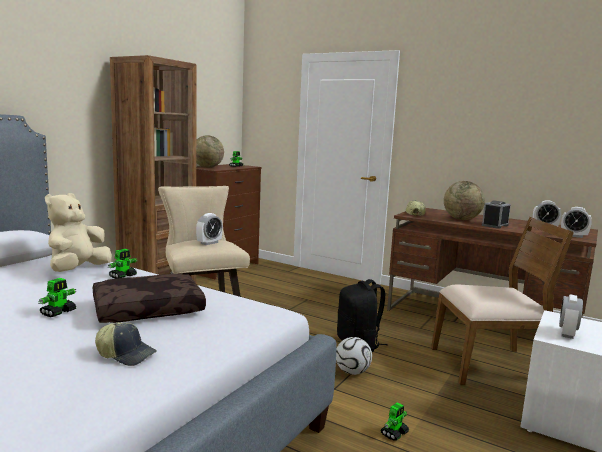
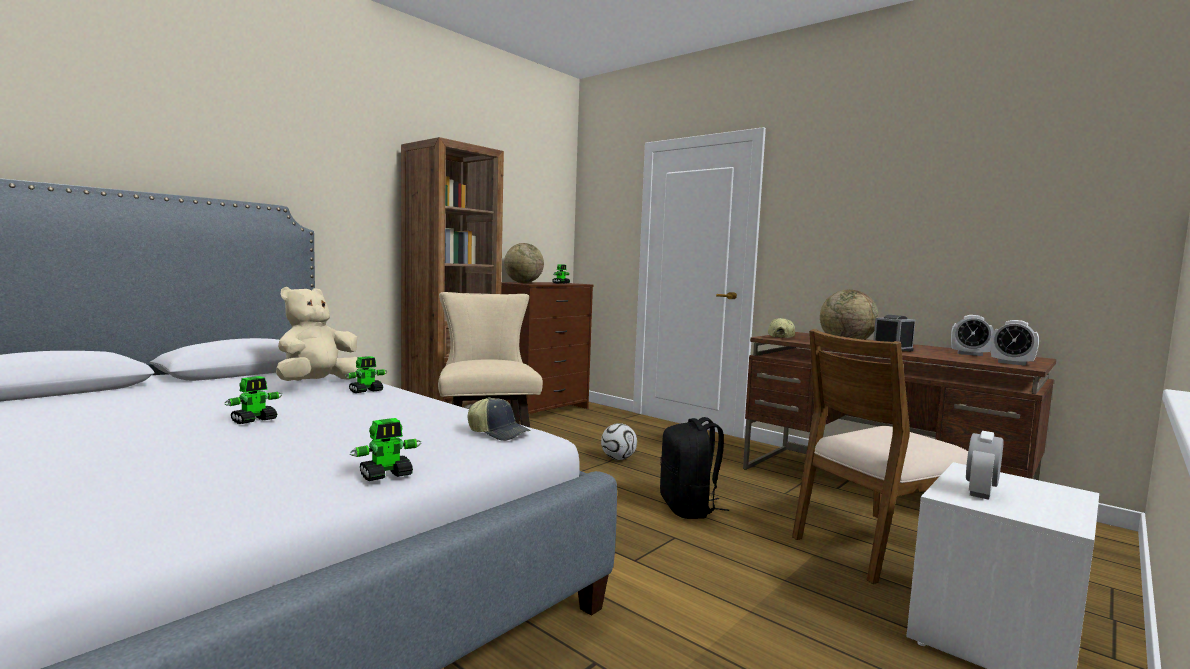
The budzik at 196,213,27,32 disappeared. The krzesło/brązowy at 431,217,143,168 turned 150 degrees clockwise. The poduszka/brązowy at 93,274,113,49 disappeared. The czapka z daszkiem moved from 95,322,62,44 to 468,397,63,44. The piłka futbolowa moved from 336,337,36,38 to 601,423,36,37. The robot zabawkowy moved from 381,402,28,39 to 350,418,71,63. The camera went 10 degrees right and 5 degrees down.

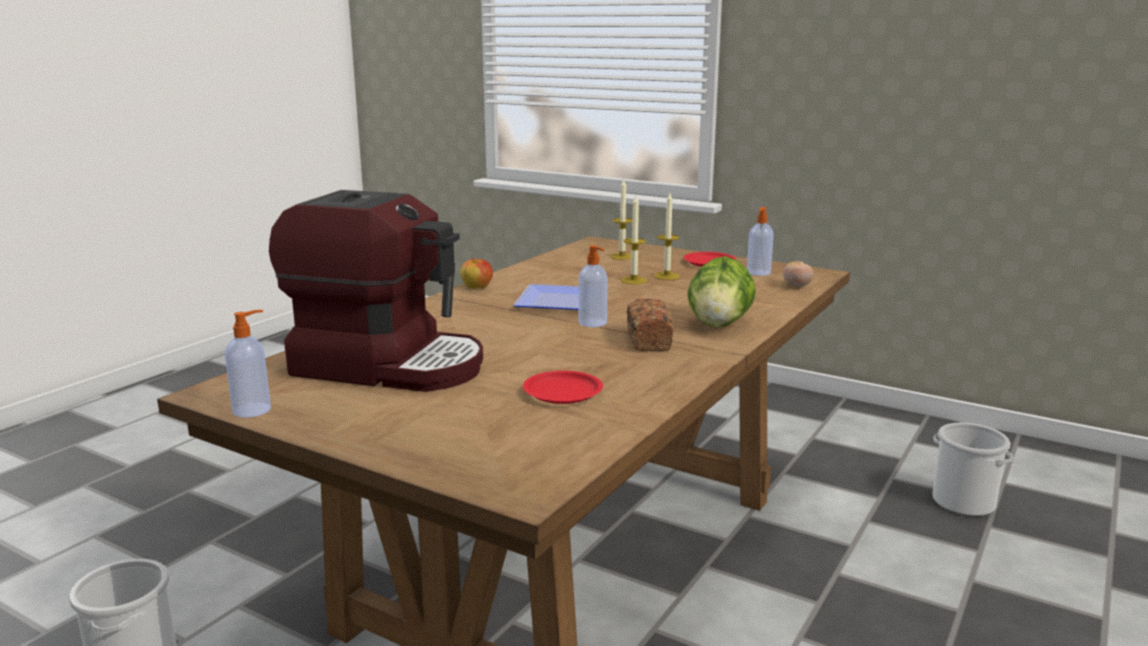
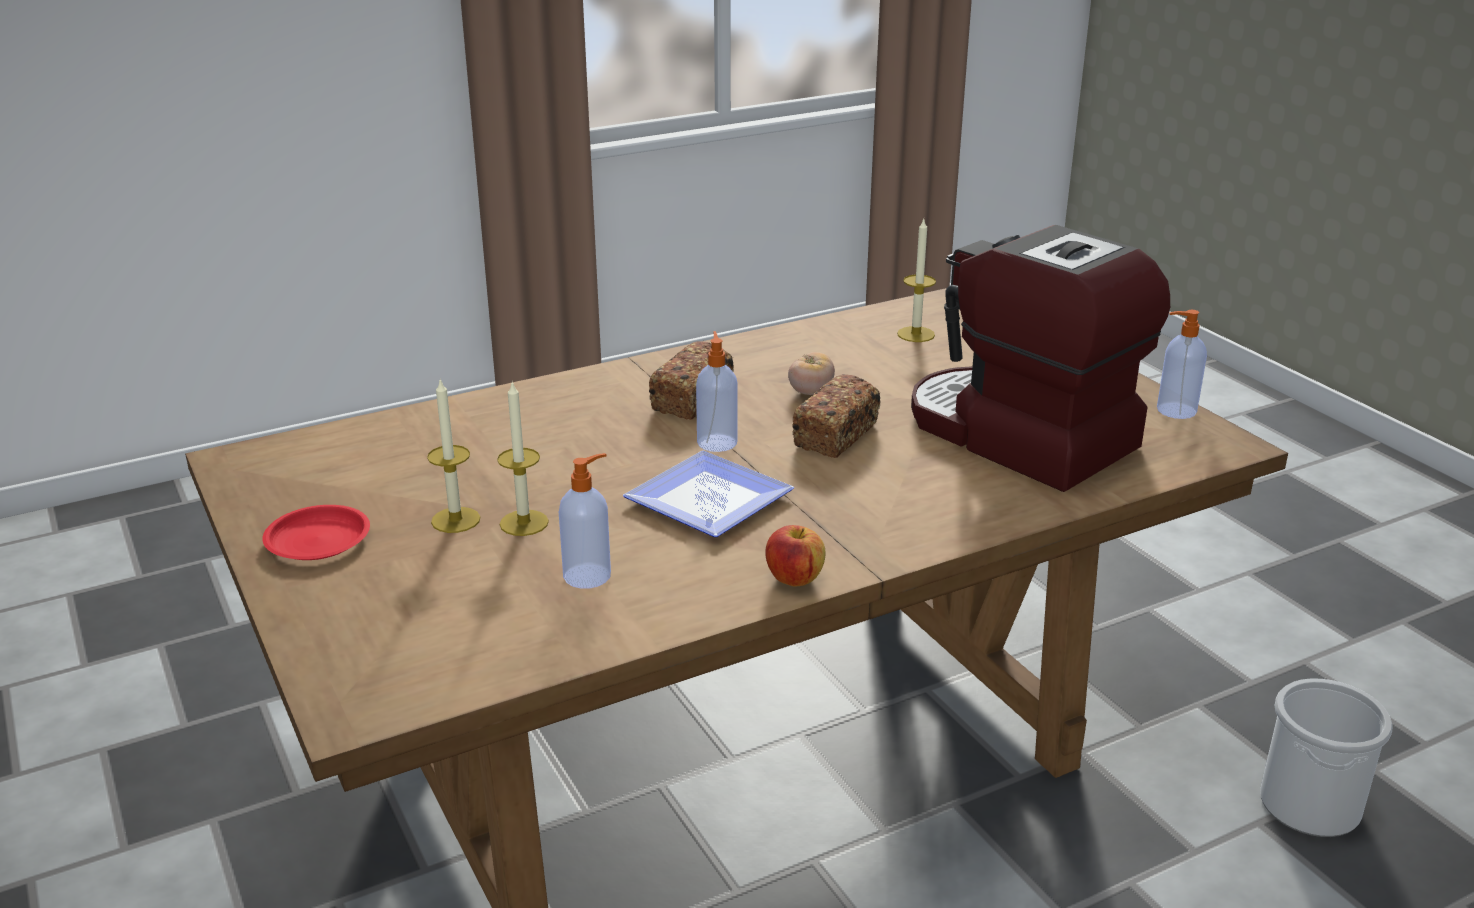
The świeca moved from 610,180,23,80 to 897,219,39,123. The dozownik mydła moved from 747,207,27,69 to 559,453,52,136. The sałata at 687,256,69,72 disappeared. The pomidor moved from 783,261,31,26 to 788,352,47,43. The talerz/czerwony at 523,371,80,33 disappeared. The wiadro at 932,423,81,94 disappeared. The chleb at 792,374,89,84 appeared. The camera went 150 degrees left and 10 degrees up.

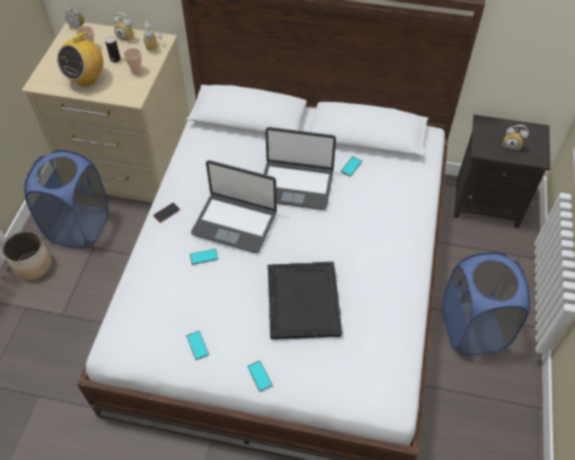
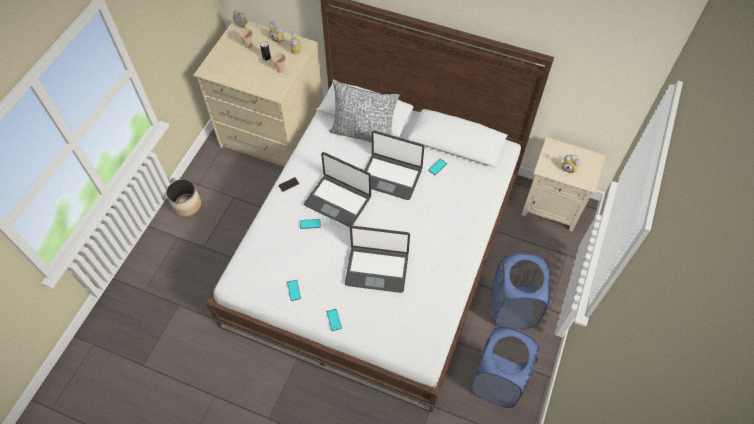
The radio at 57,33,47,53 disappeared. The szafka nocna/czarny at 454,115,97,113 became the szafka nocna/beżowy at 521,137,85,95. The kosz na pranie/niebieski moved from 24,150,84,99 to 471,326,68,82. The taca/czarny at 267,262,75,77 was replaced by the laptop at 345,226,65,67. The poduszka at 329,79,71,63 appeared. The camera went 10 degrees right and 5 degrees up.

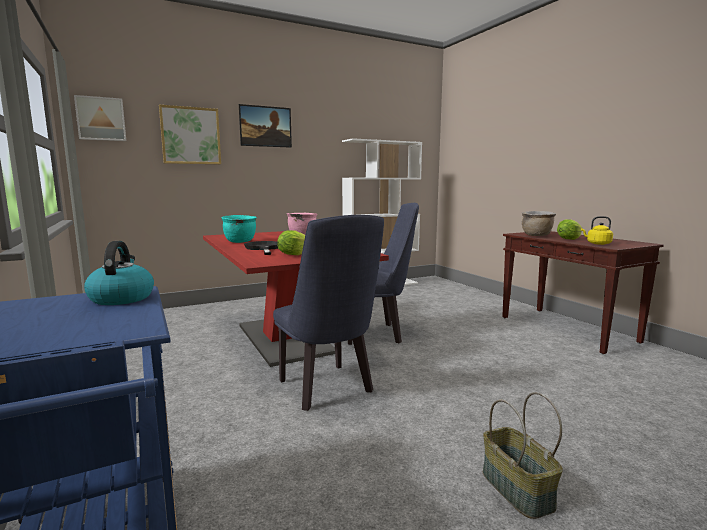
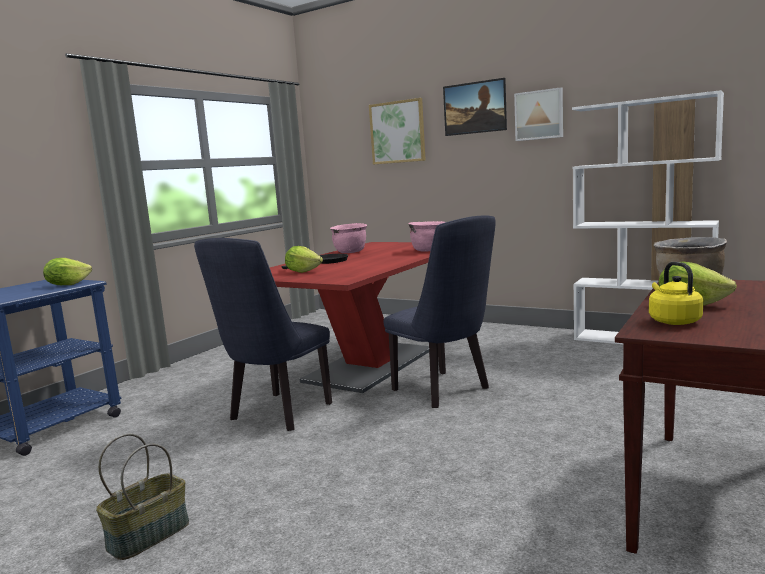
The obraz moved from 74,95,52,46 to 514,87,49,54. The garnek/turkusowy at 221,215,36,28 became the garnek/różowy at 330,223,37,30. The czajnik at 84,241,70,64 was replaced by the sałata at 43,258,49,27. The camera went 60 degrees right and 0 degrees up.

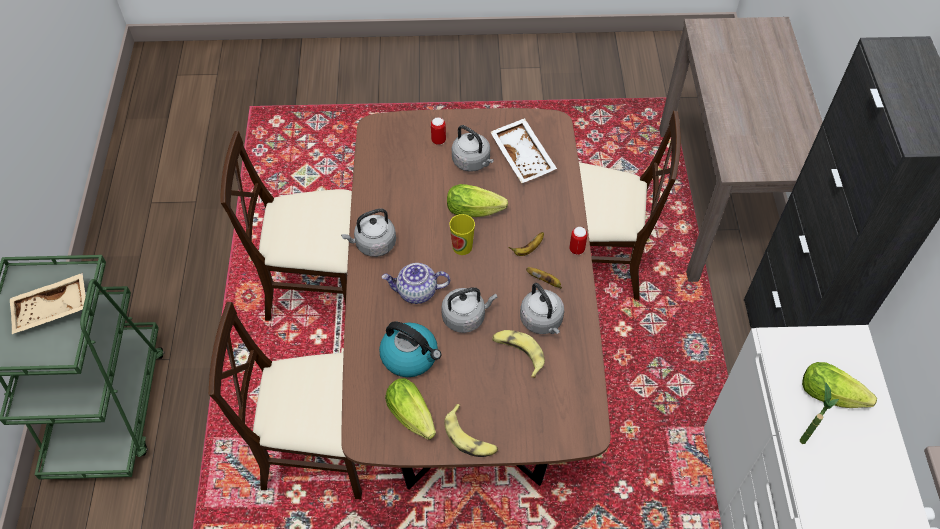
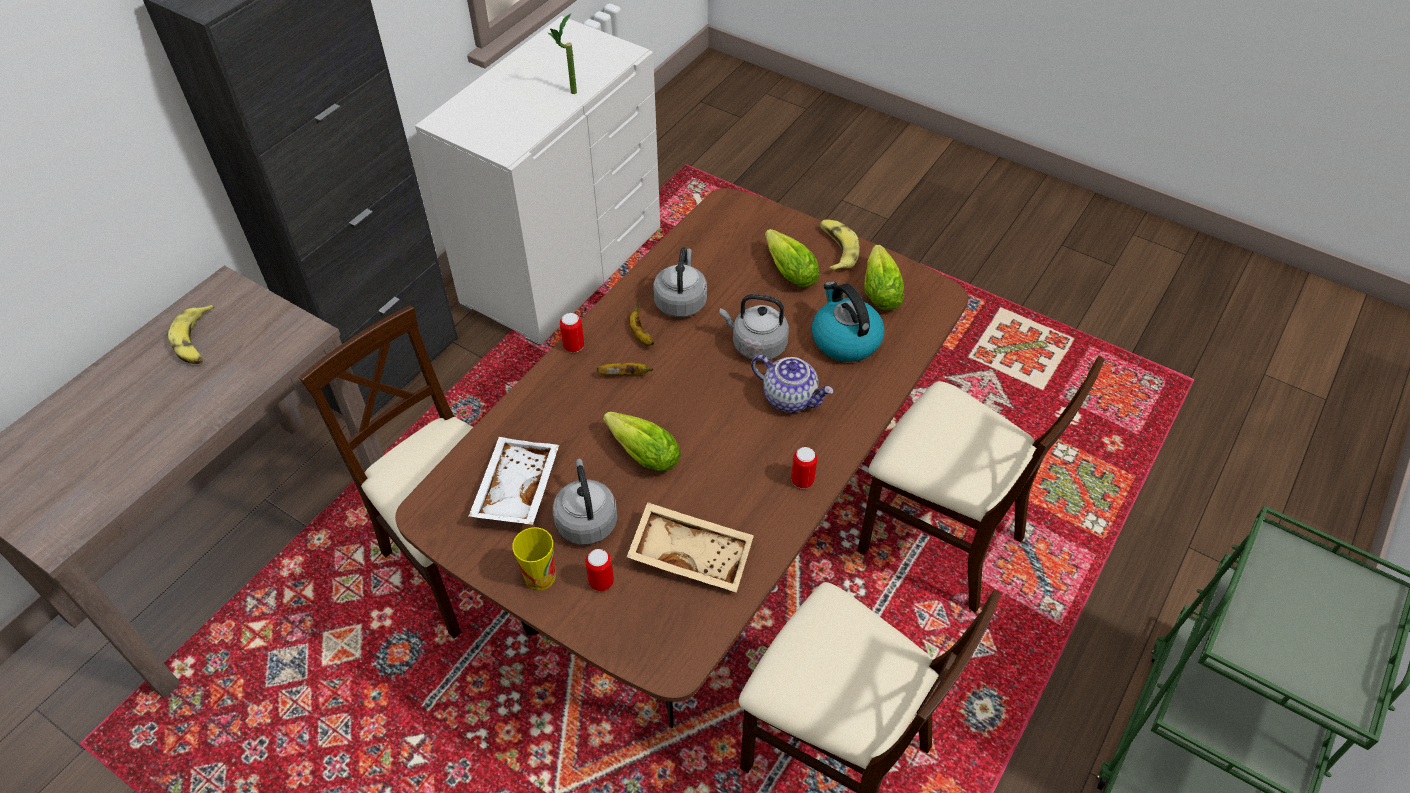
The czajnik/szary at 341,208,55,49 was replaced by the puszka at 791,447,26,42. The filiżanka moved from 449,214,26,41 to 512,527,44,63. The taca/beżowy moved from 10,273,76,61 to 627,502,127,91. The banan moved from 492,330,53,48 to 168,305,47,59. The sałata moved from 802,362,75,46 to 765,229,55,58. The camera went 145 degrees left and 5 degrees down.

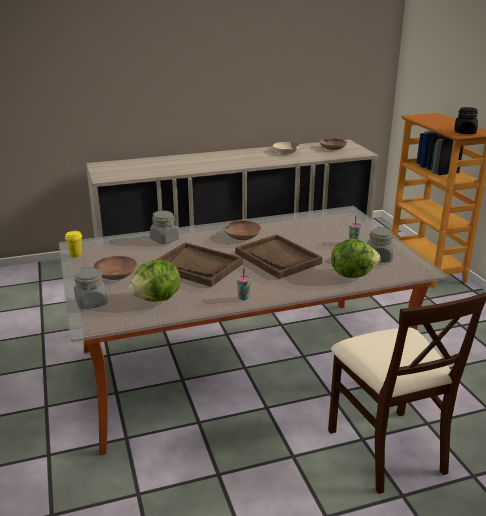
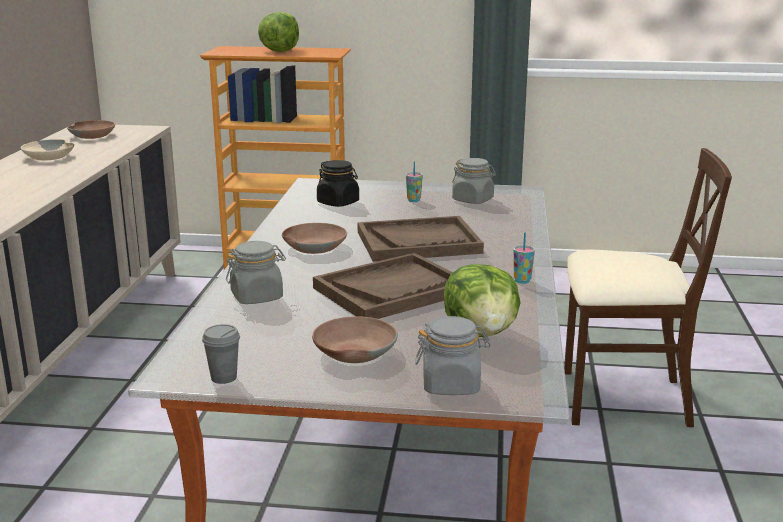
The słoik/czarny moved from 454,107,24,27 to 317,160,42,47. The filiżanka/żółty at 65,231,17,26 became the filiżanka/szary at 202,324,38,60. The sałata moved from 331,239,49,39 to 258,12,41,40. The camera went 65 degrees left and 5 degrees down.

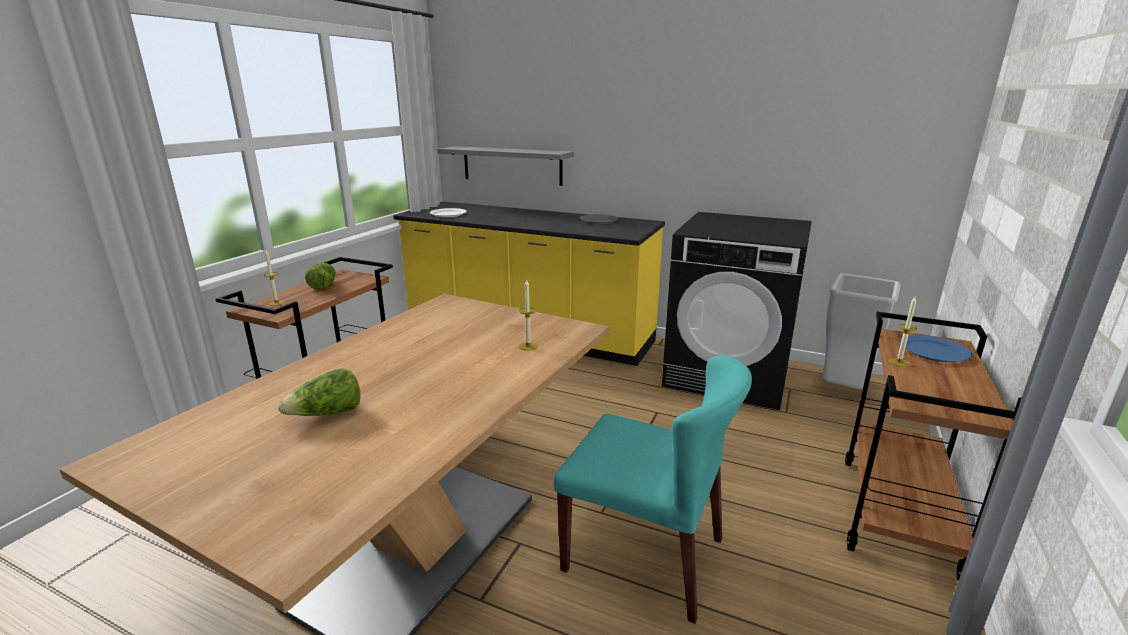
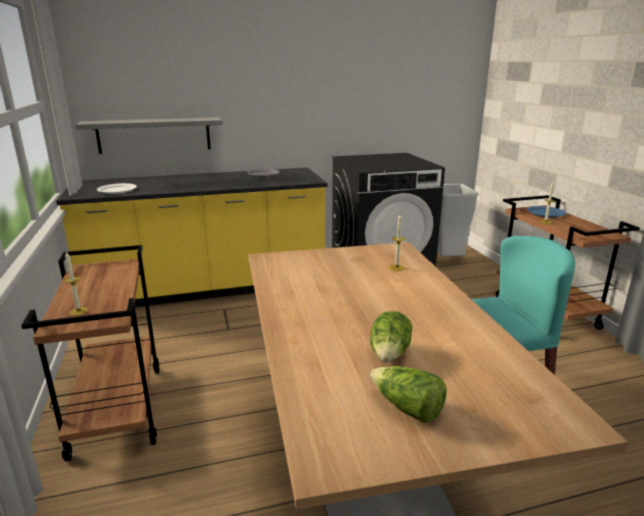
The sałata moved from 305,263,30,27 to 370,366,77,57. The camera went 40 degrees left and 0 degrees up.

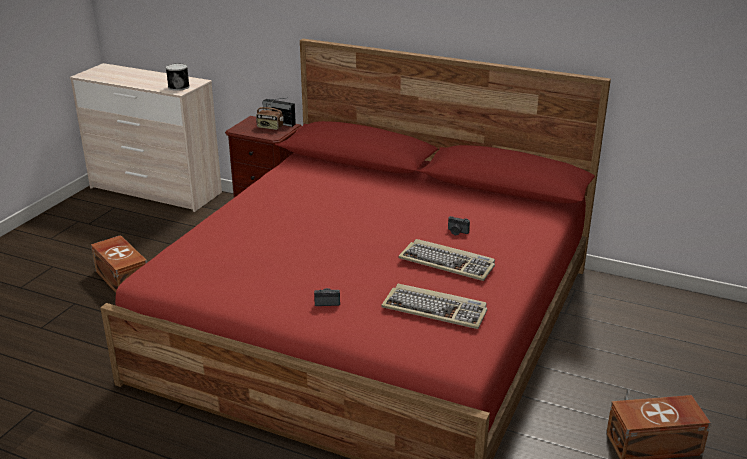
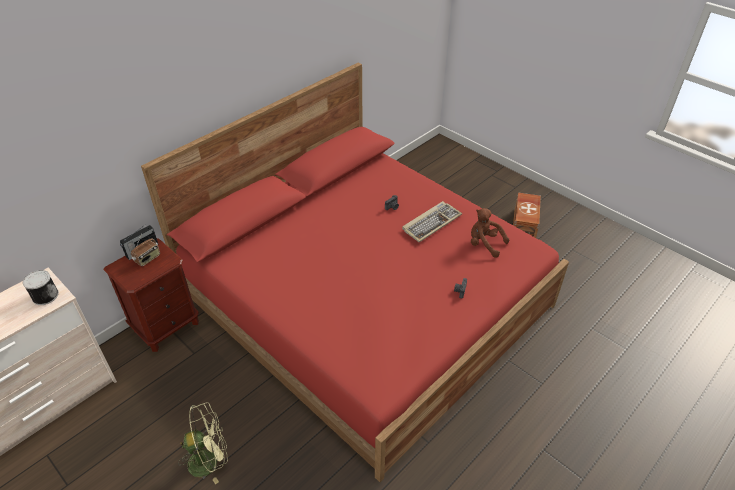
The pojemnik do przechowywania/brązowy at 91,235,56,58 was replaced by the wentylator/zielony at 178,402,50,82. The klawiatura at 381,284,106,45 was replaced by the pluszak/brązowy at 471,208,38,50. The camera went 70 degrees left and 15 degrees up.

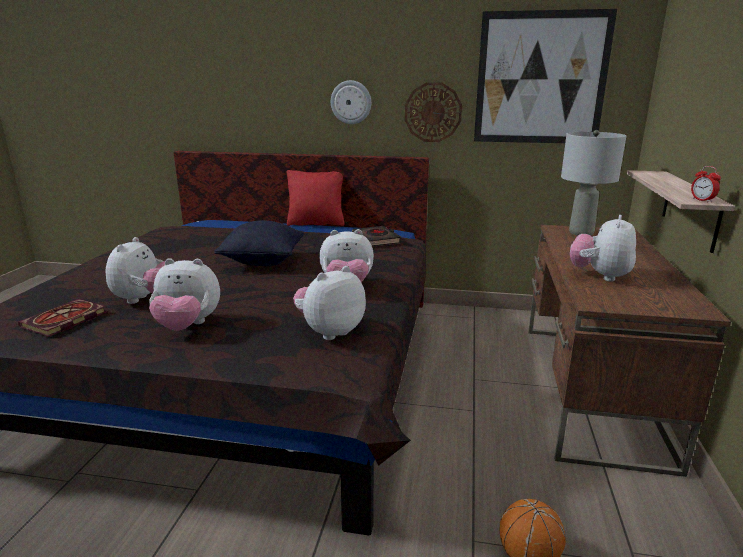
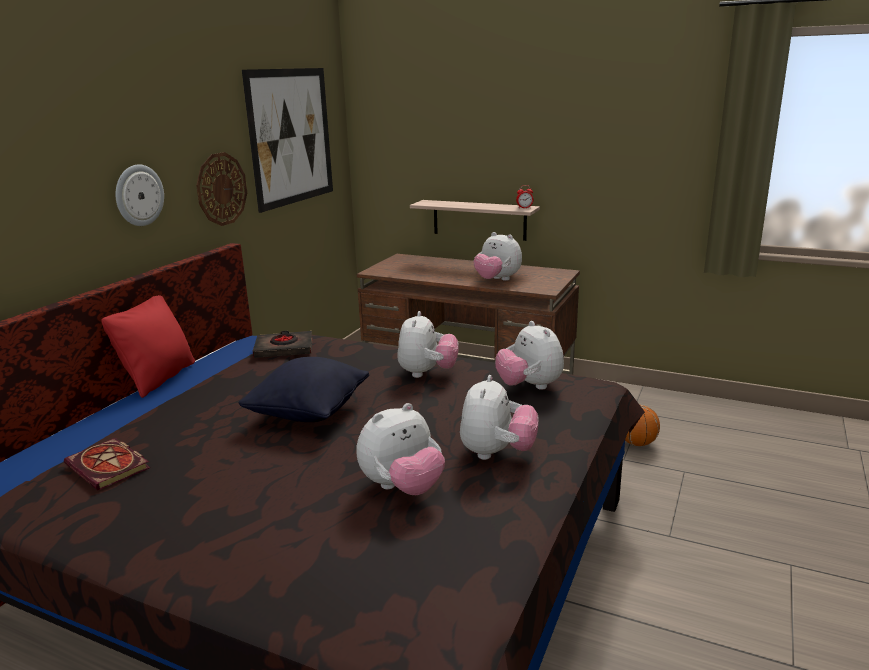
The lampa stołowa/szary at 561,130,65,106 disappeared. The pluszak at 105,237,60,67 turned 120 degrees clockwise. The książka moved from 18,299,89,38 to 64,438,86,52. The camera went 75 degrees left and 0 degrees up.

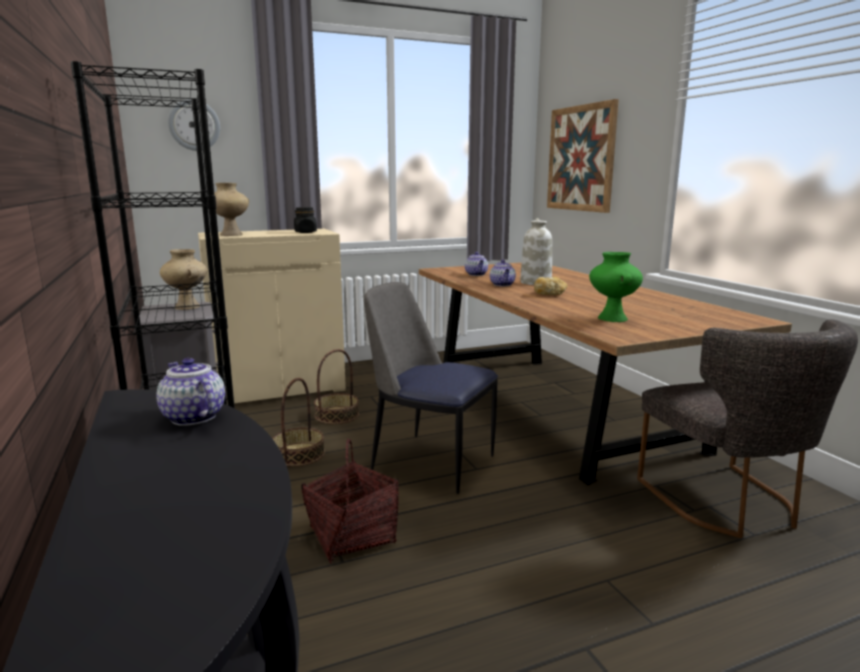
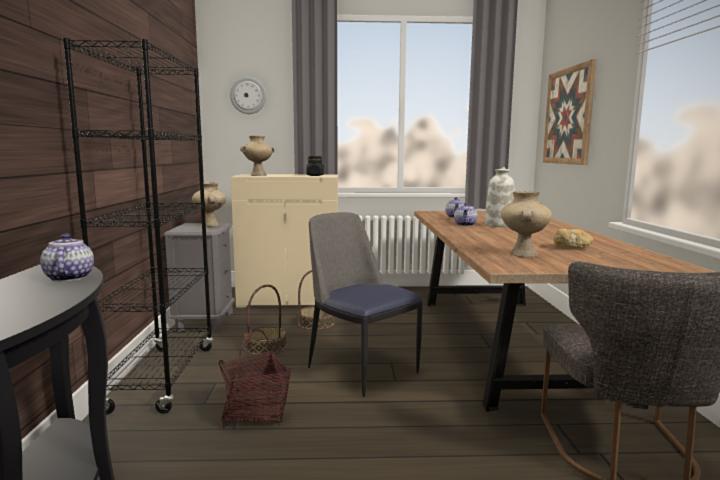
The wazon/zielony at 589,252,54,70 became the wazon/beżowy at 501,191,51,66. The chleb moved from 534,277,33,18 to 554,229,39,20. The camera went 20 degrees right and 5 degrees down.

